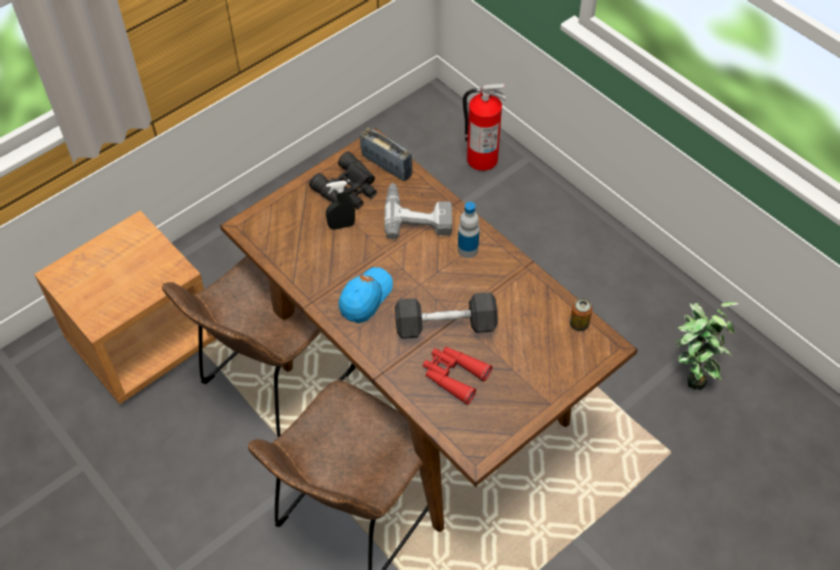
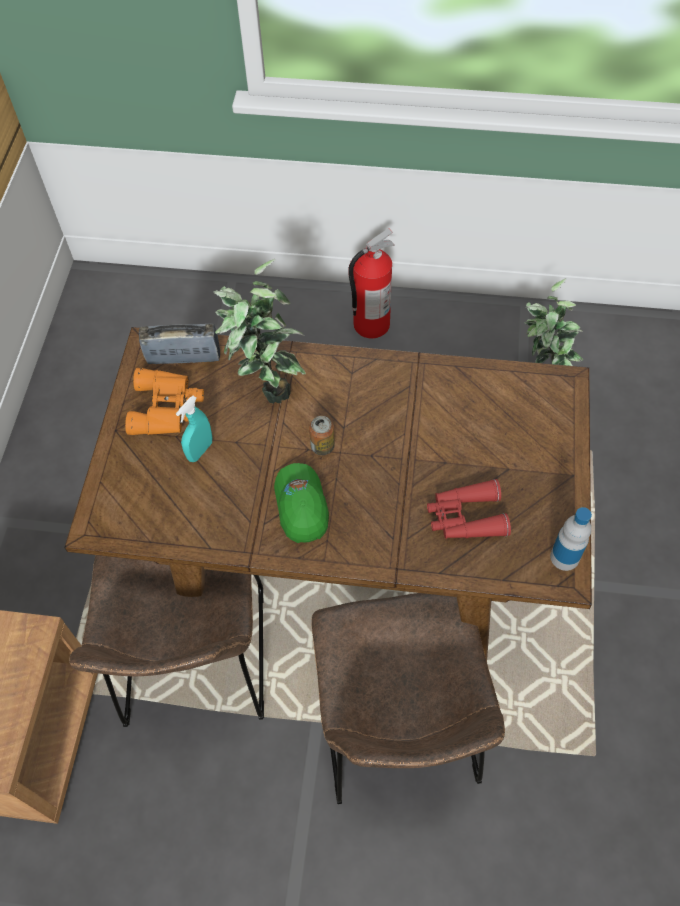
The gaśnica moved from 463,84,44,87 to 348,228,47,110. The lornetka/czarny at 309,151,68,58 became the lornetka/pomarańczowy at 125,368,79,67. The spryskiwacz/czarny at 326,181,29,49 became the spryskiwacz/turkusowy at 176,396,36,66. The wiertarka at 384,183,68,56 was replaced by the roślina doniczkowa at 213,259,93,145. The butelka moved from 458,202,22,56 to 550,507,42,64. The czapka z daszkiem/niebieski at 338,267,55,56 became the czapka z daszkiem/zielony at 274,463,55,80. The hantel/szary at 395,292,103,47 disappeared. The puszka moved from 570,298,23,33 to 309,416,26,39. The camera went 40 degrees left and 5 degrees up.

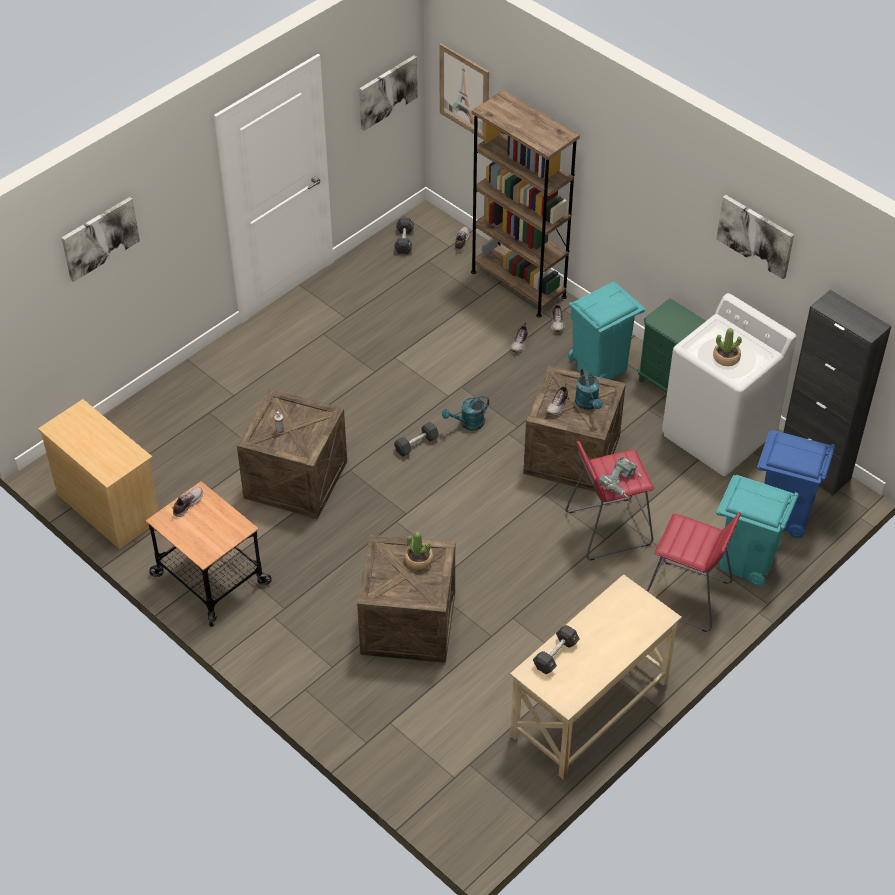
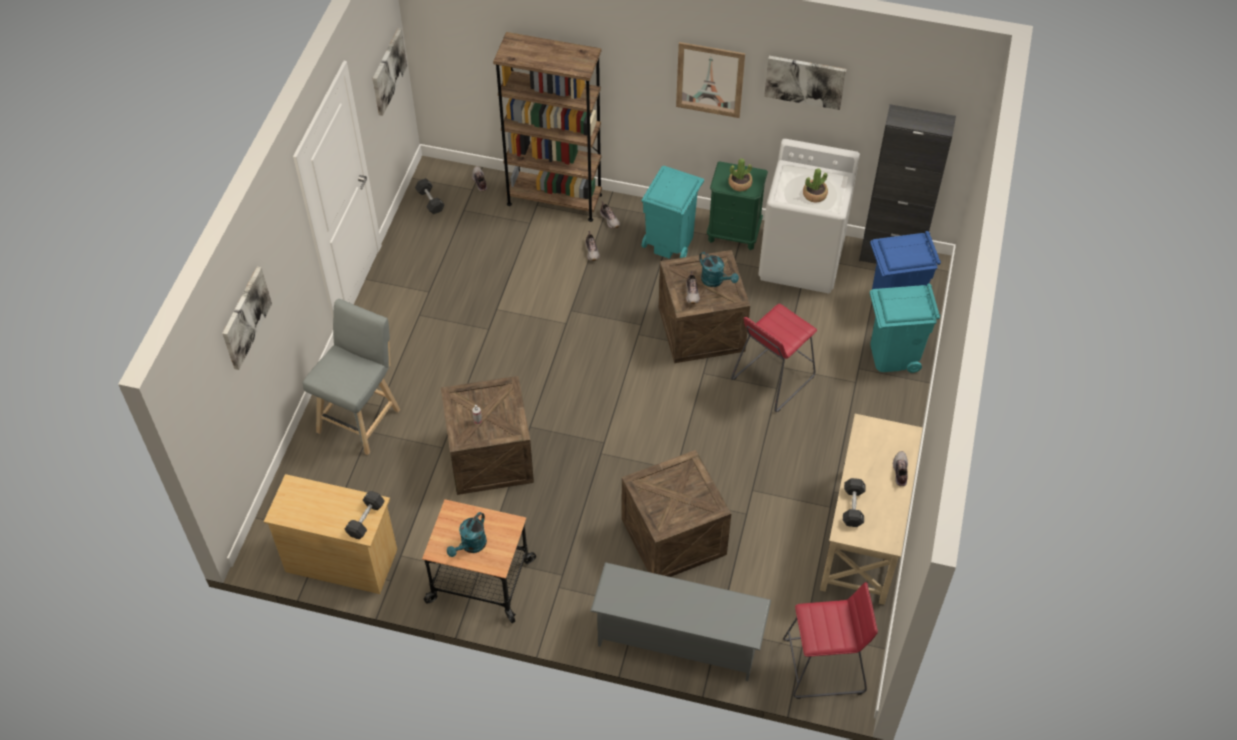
The obraz moved from 439,44,50,96 to 676,42,69,76. The konewka/turkusowy moved from 442,395,47,36 to 447,512,40,45. The hantel/czarny moved from 394,422,45,35 to 345,491,40,48. The wiertarka at 599,457,42,41 disappeared. The but moved from 172,487,31,30 to 893,451,15,35. The stołek/czerwony moved from 647,512,94,120 to 783,582,95,117. The roślina doniczkowa moved from 404,532,29,38 to 729,158,23,33. The stołek/szary at 303,299,97,156 appeared. The regał na buty/szary at 591,562,180,119 appeared. The camera went 30 degrees left and 5 degrees up.

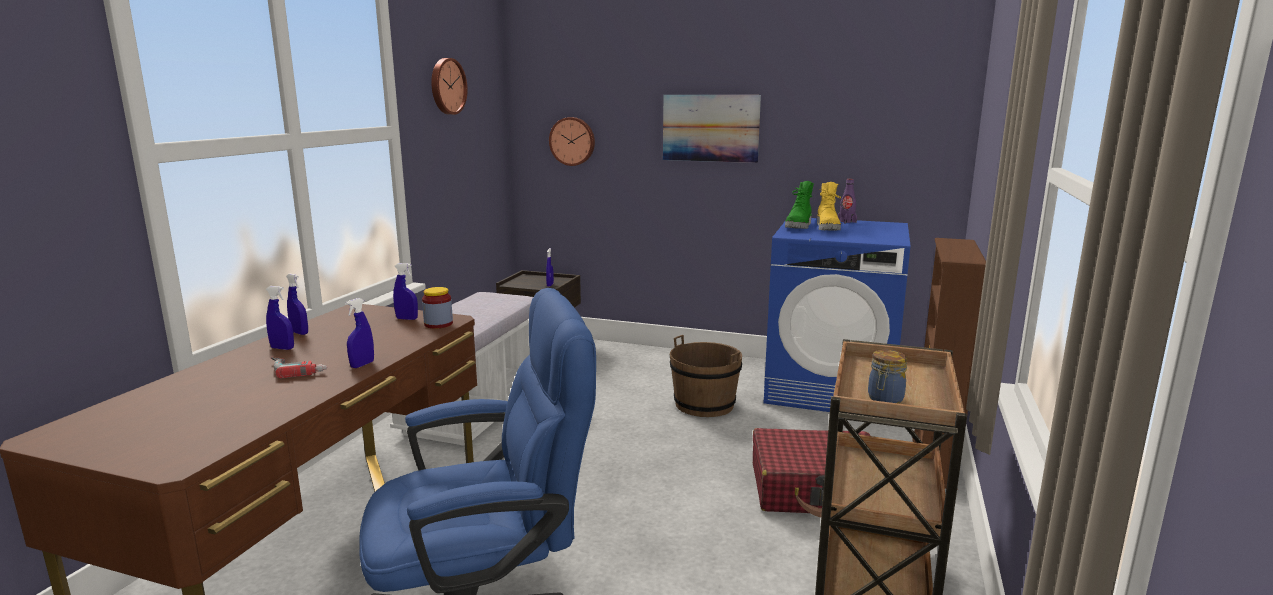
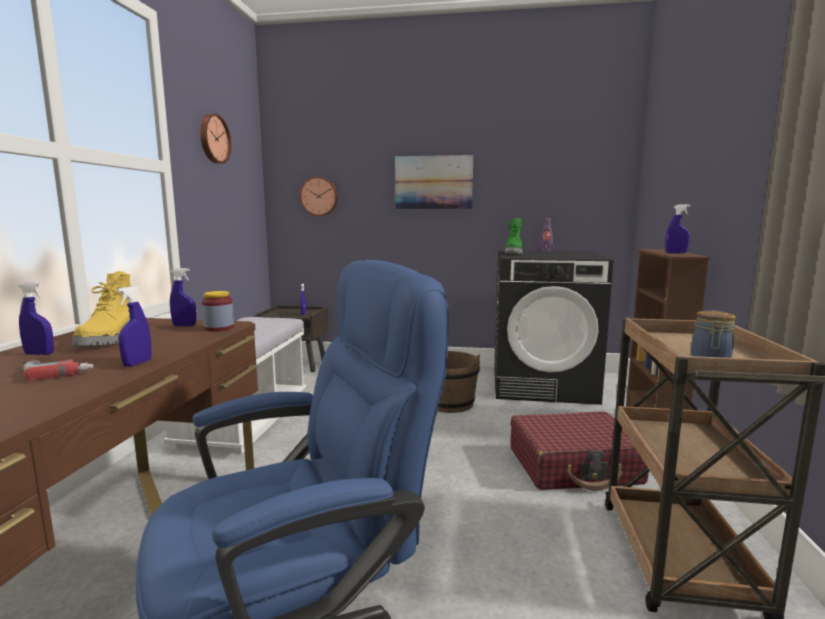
The but z cholewką/żółty moved from 817,182,24,48 to 72,271,59,75. The pralka/niebieski at 764,218,147,194 became the pralka/czarny at 494,251,119,154. The spryskiwacz/niebieski moved from 286,274,22,61 to 665,204,25,49. The camera went 10 degrees left and 5 degrees down.

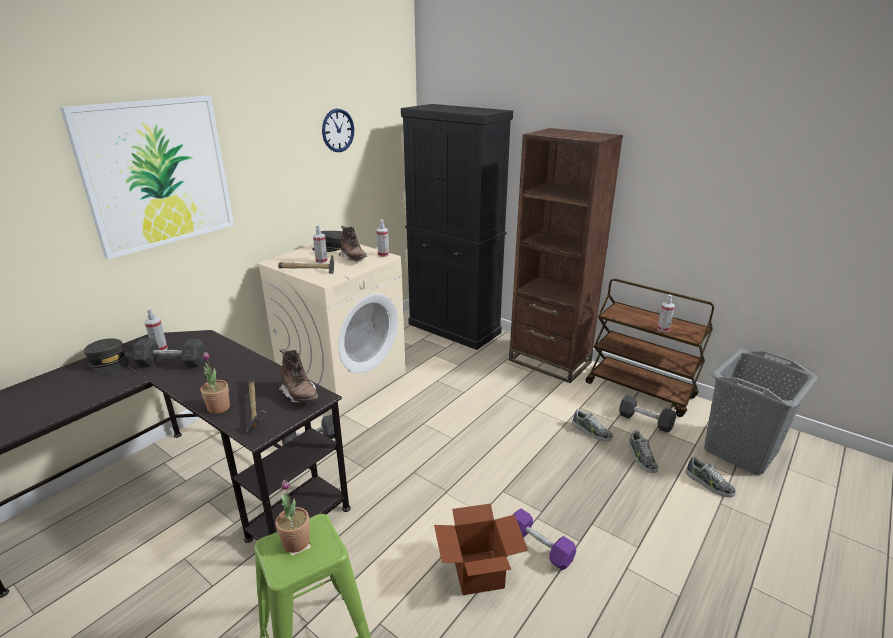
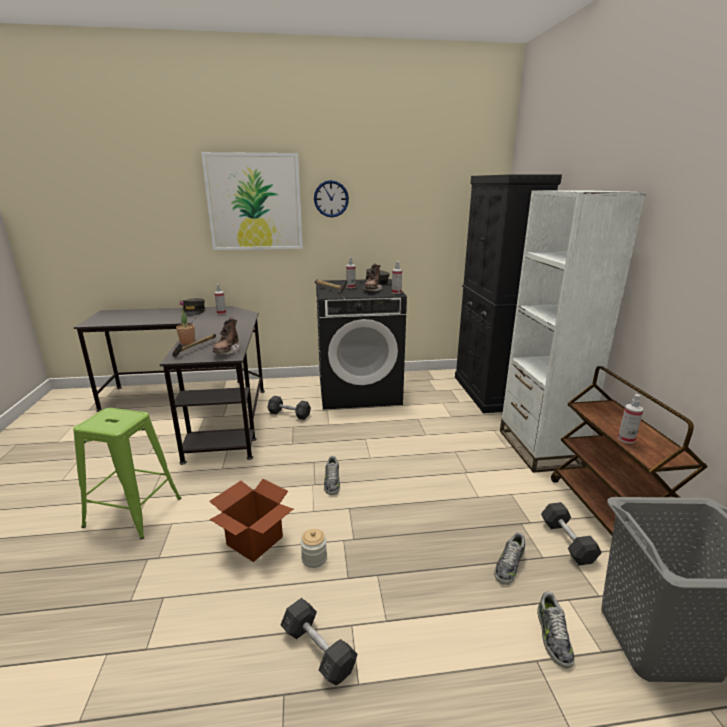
The zegar ścienny moved from 322,109,32,43 to 314,180,35,37. The regał/brązowy at 509,128,114,255 became the regał/biały at 500,190,146,283. The pralka/beżowy at 257,244,149,172 became the pralka/czarny at 316,279,91,131. The hantel/szary moved from 133,338,73,29 to 281,598,77,87. The but moved from 572,409,41,33 to 324,456,16,39. The roślina doniczkowa at 276,479,34,74 disappeared. The hantel/fioletowy at 513,508,63,62 was replaced by the słoik at 300,529,27,39. The camera went 45 degrees right and 5 degrees down.

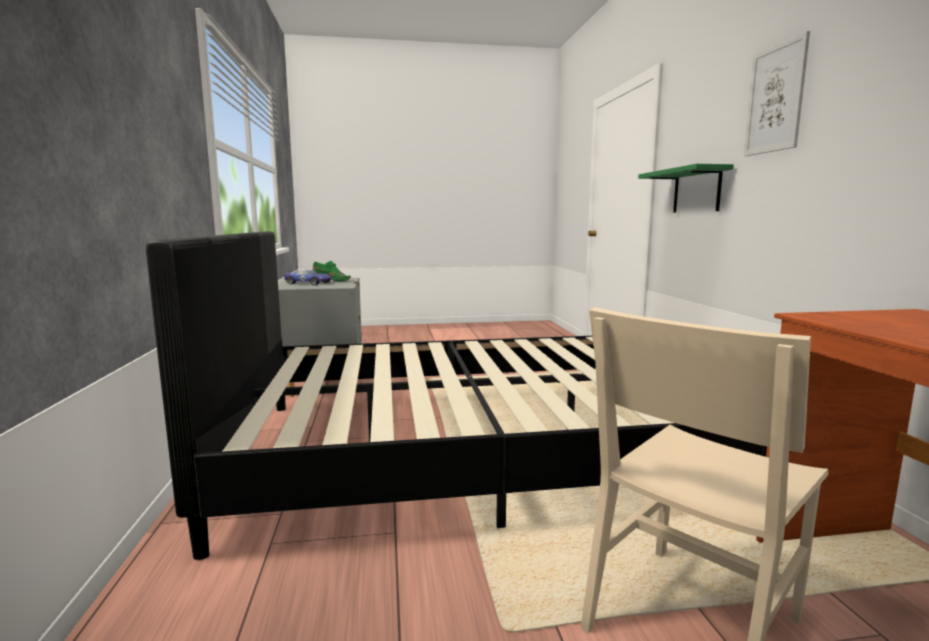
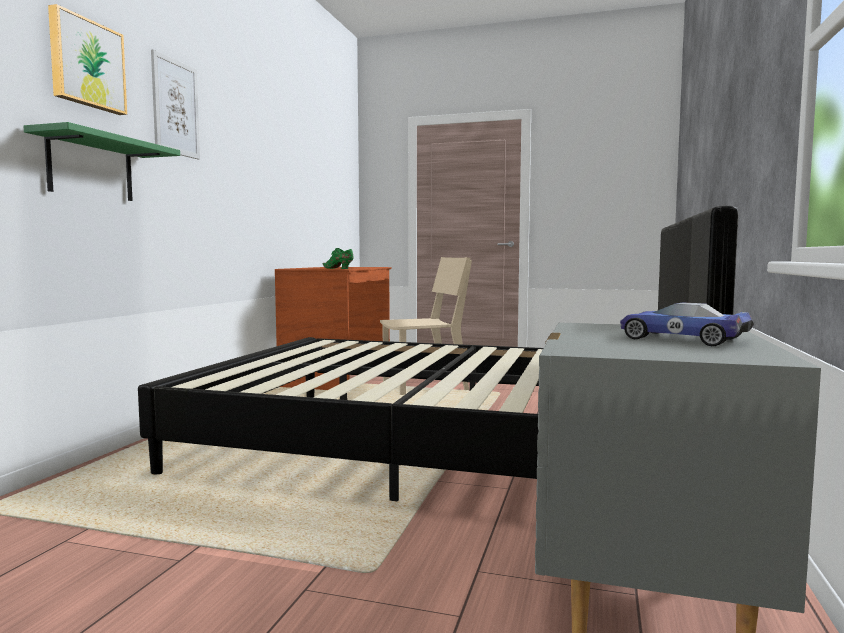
The but/zielony moved from 313,261,38,20 to 322,248,32,21. The obraz at 48,4,79,111 appeared. The camera went 155 degrees left and 5 degrees down.

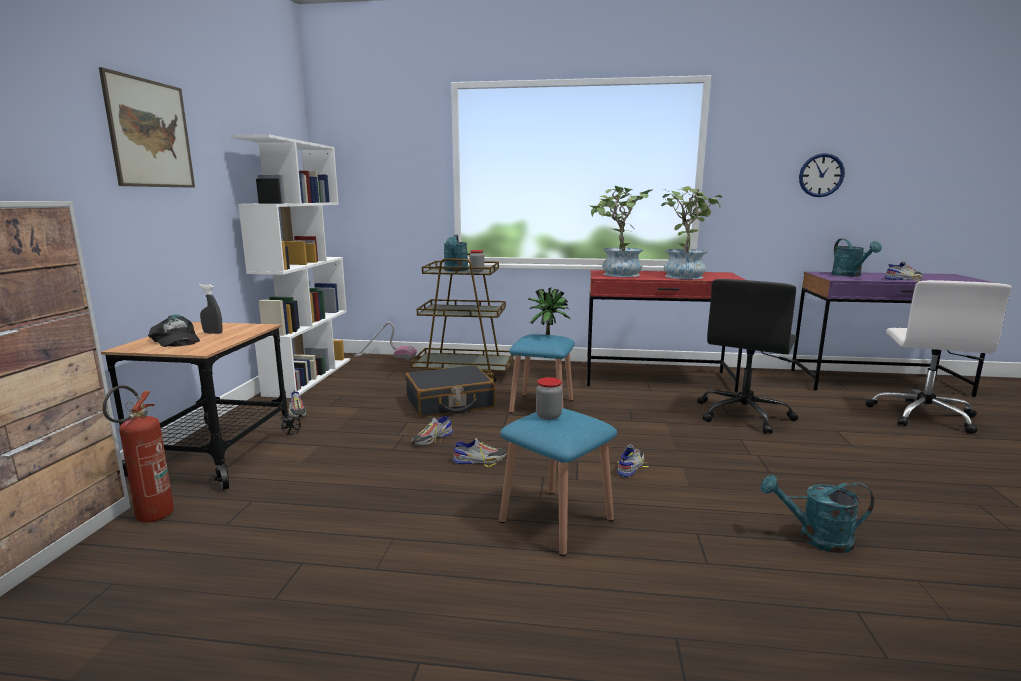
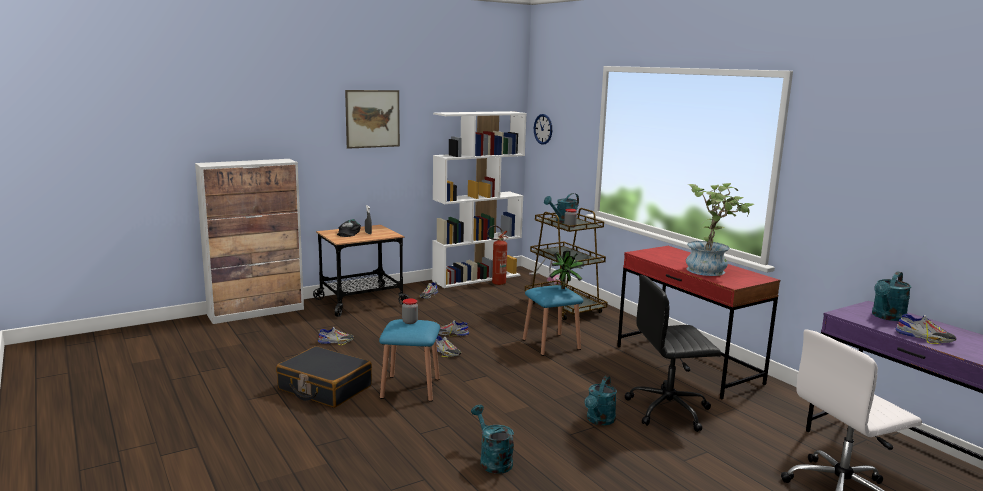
The zegar ścienny moved from 799,153,46,44 to 534,114,18,31. The roślina doniczkowa at 590,186,62,91 disappeared. The walizka/czarny moved from 405,365,90,52 to 276,346,96,62. The gaśnica moved from 103,385,71,137 to 487,225,22,60. The but moved from 617,445,32,32 to 318,327,36,18. The konewka/turkusowy at 585,376,32,49 appeared. The camera went 50 degrees right and 0 degrees up.

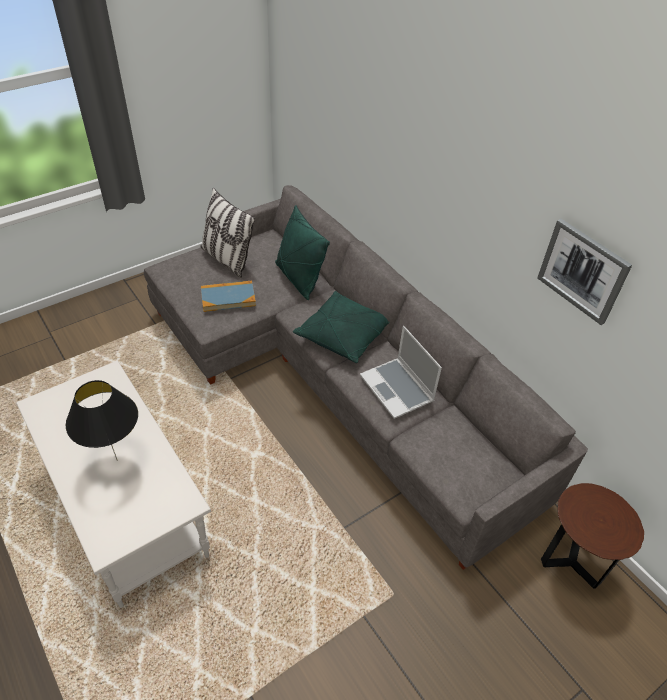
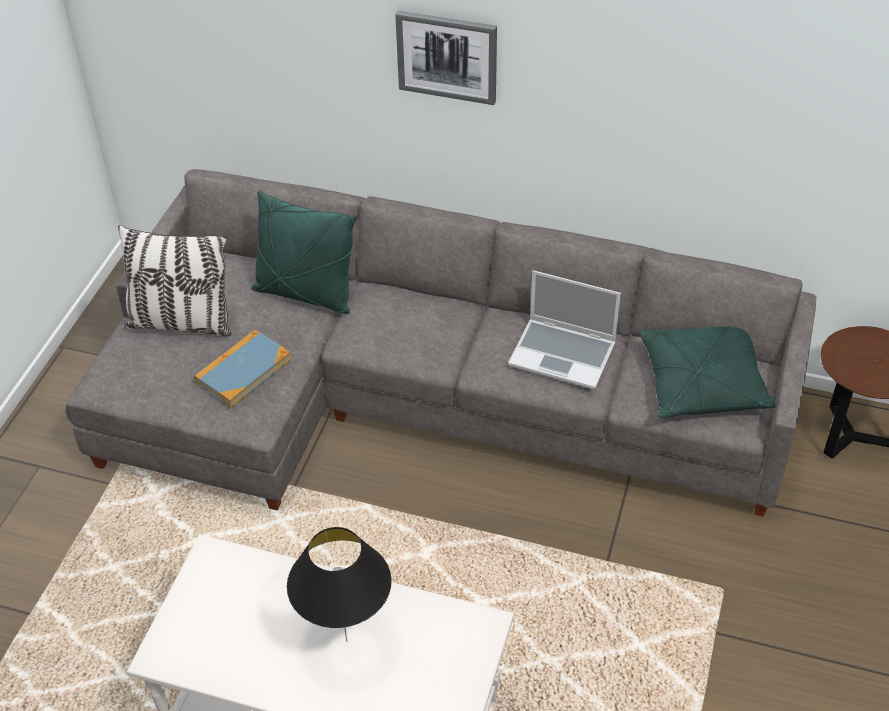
The obraz moved from 537,219,95,106 to 395,11,102,94. The poduszka/zielony moved from 293,291,97,72 to 639,326,138,92. The camera went 35 degrees left and 0 degrees up.

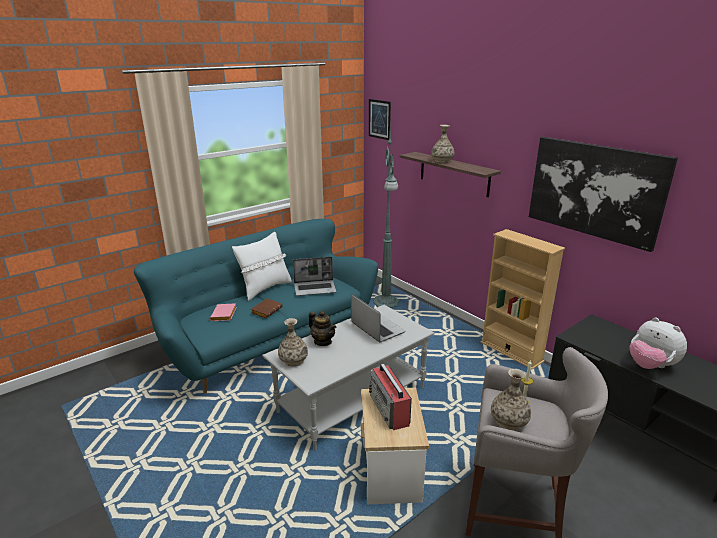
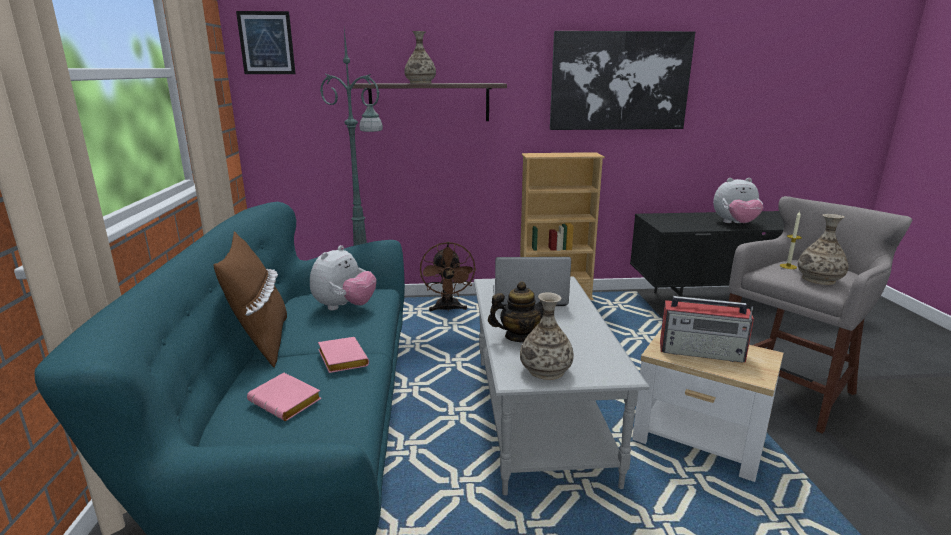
The poduszka/biały at 232,232,60,69 became the poduszka/brązowy at 213,232,74,136. The laptop at 293,257,44,39 was replaced by the pluszak at 310,245,66,65. The książka/brązowy at 251,298,32,20 became the książka/różowy at 318,337,51,36. The wentylator/brązowy at 420,242,56,70 appeared. The camera went 55 degrees left and 5 degrees down.

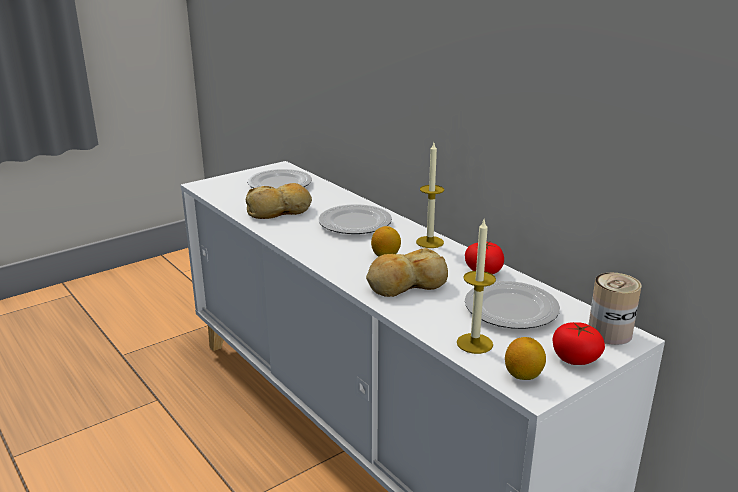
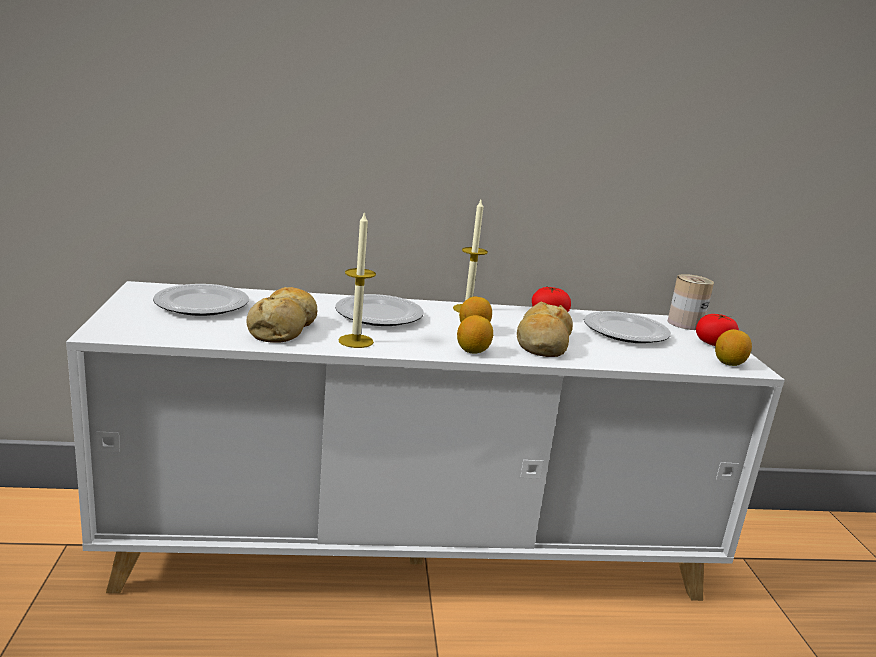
The świeca moved from 457,220,39,134 to 338,211,38,137. The cytryna at 457,315,36,38 appeared. The camera went 60 degrees left and 5 degrees down.

